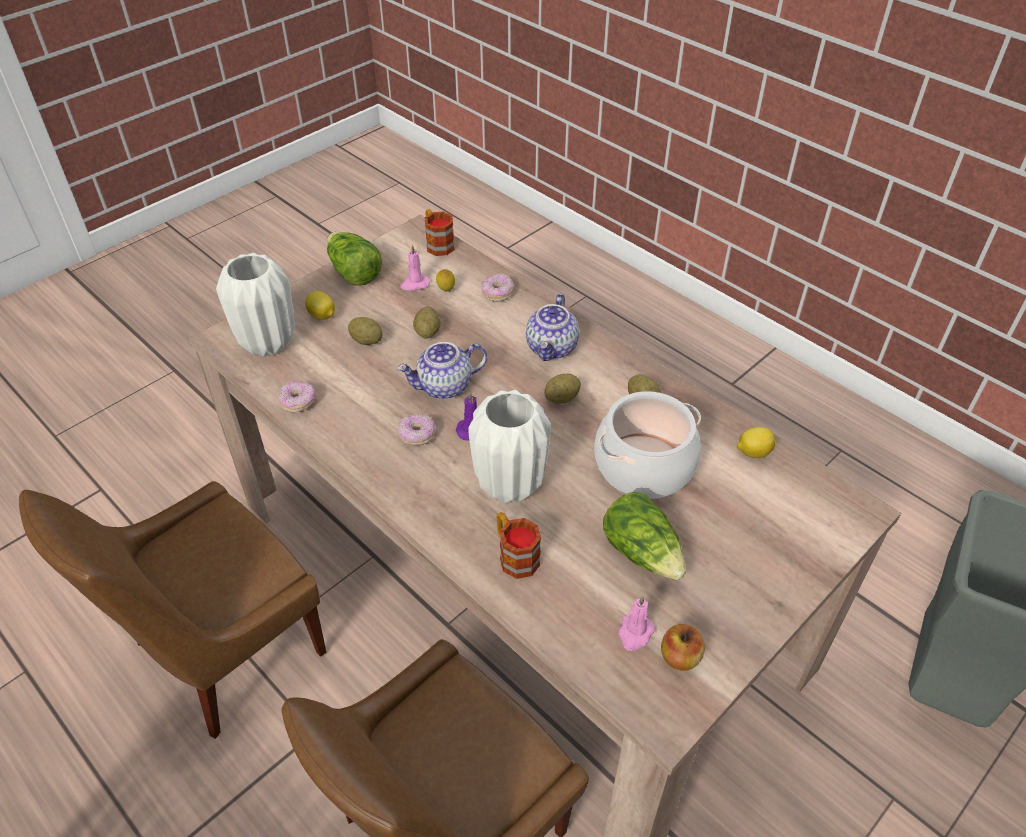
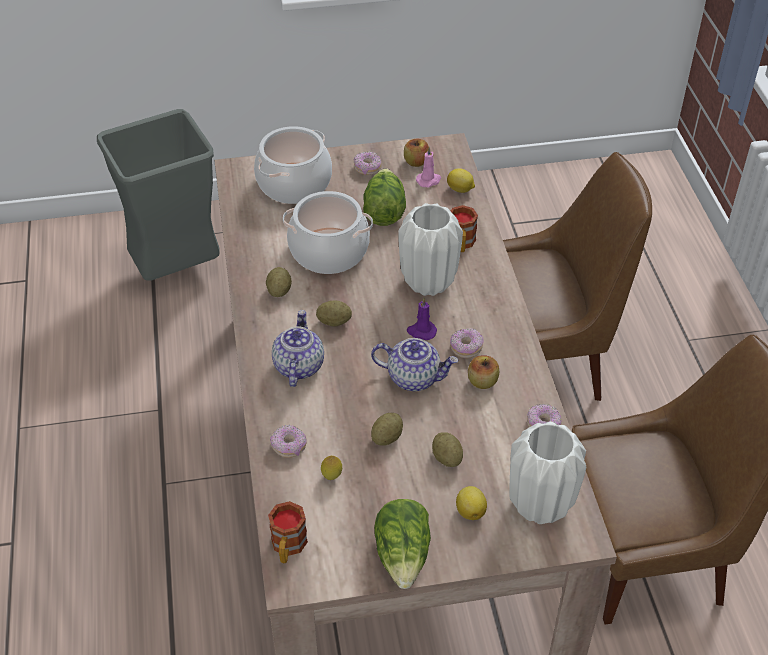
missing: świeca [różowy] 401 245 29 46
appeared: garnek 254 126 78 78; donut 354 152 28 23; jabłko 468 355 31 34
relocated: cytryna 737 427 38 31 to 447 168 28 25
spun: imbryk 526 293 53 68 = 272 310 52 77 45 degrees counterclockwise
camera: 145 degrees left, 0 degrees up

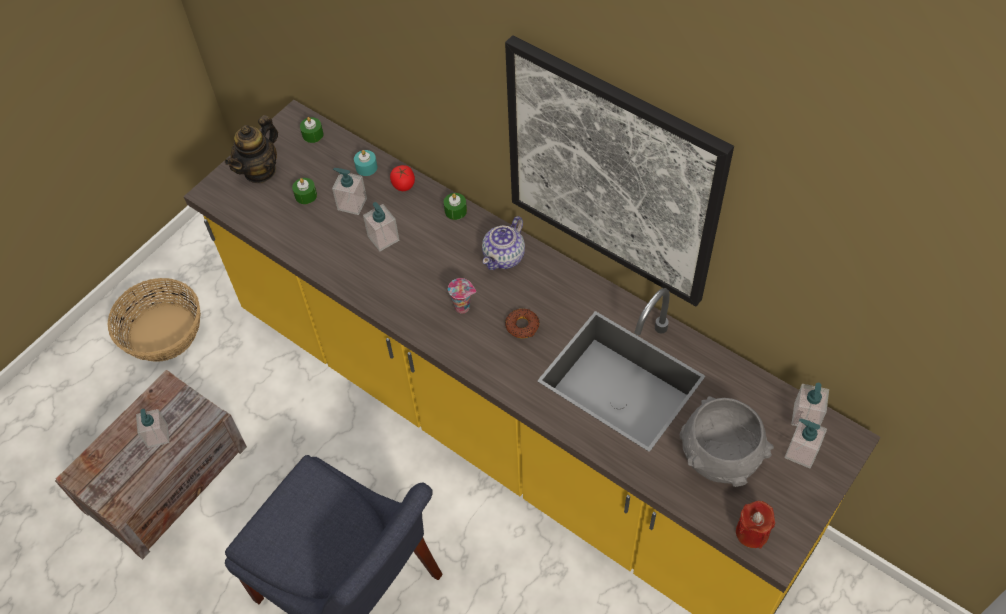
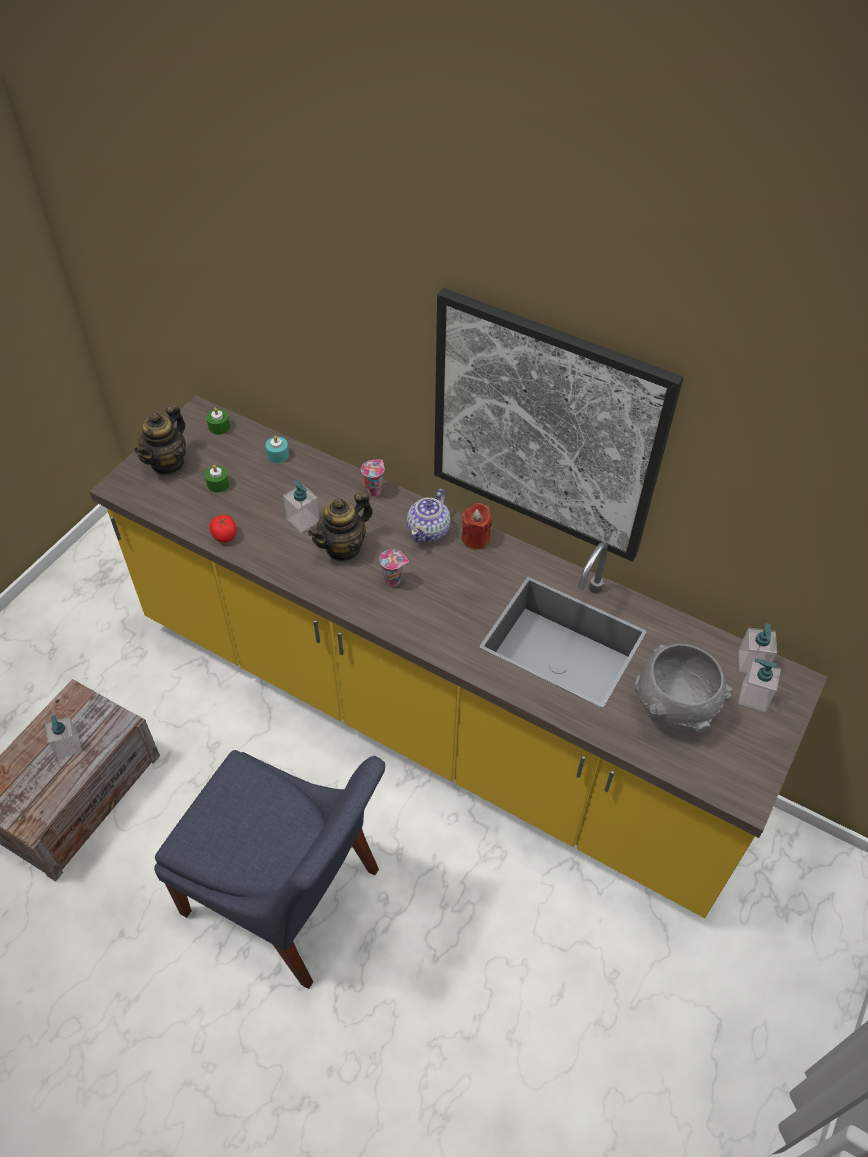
missing: koszyk 107 278 94 84; dozownik mydła 332 168 35 47; donut 505 309 34 29
appeared: imbryk 308 491 65 71
relocated: pomidor 390 165 25 26 to 210 515 27 28; świeca [czerwony] 736 501 39 48 to 462 503 30 46
exchanged: świeca [zielony] 444 193 23 27 to filiżanka 361 459 24 38
camera: 10 degrees left, 5 degrees down

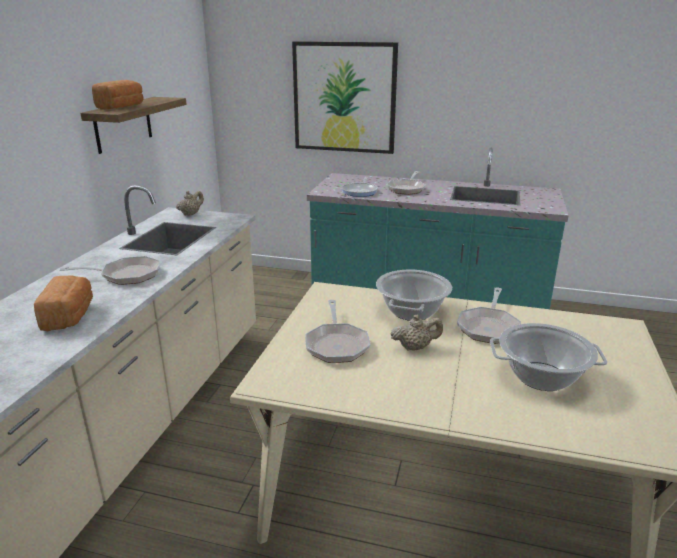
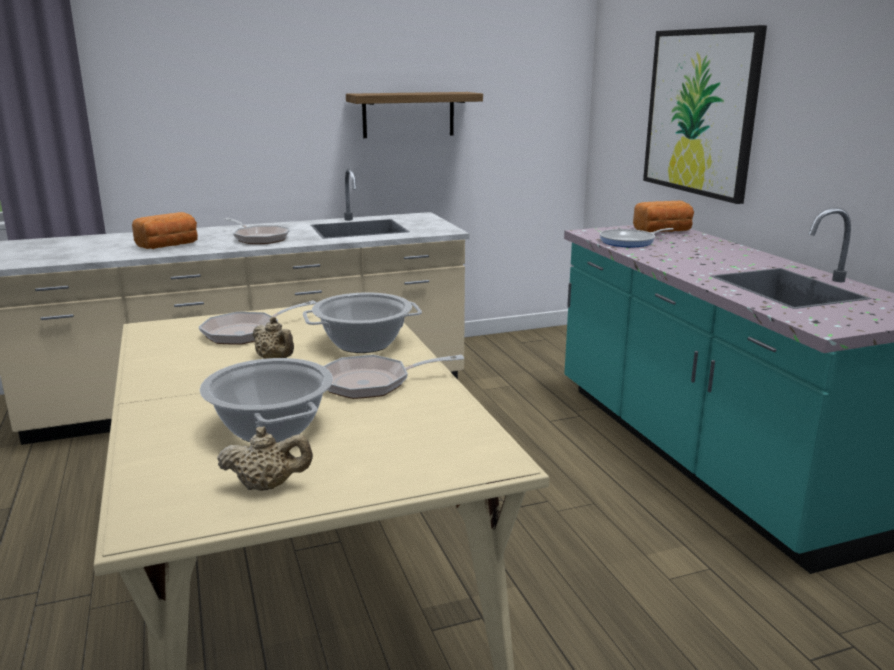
missing: patelnia 386 171 40 24
relocated: imbryk [beżowy] 176 191 28 25 to 217 426 96 65; chleb 92 80 52 29 to 633 201 61 31
camera: 55 degrees right, 5 degrees down

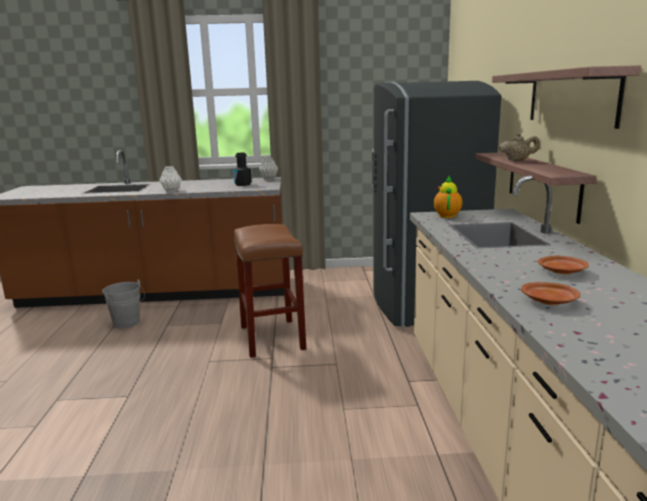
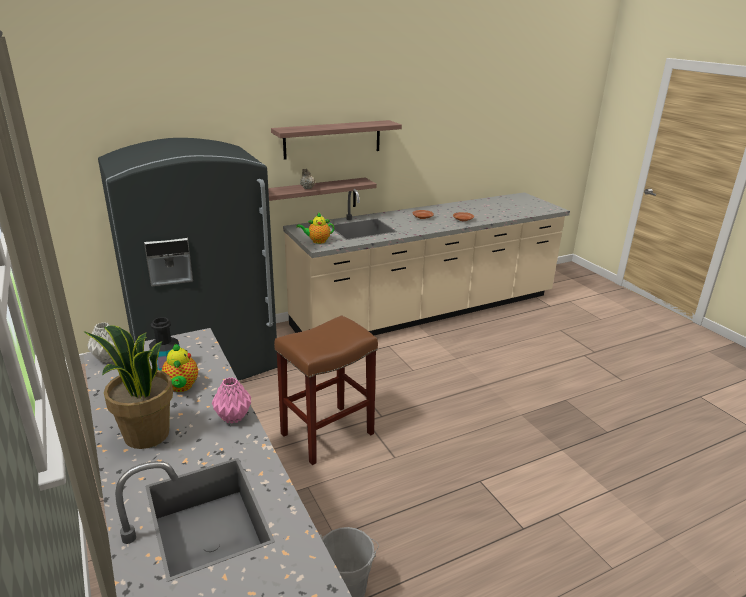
appeared: roślina doniczkowa 84 325 89 124; imbryk 161 344 37 48
colour: wazon [biały] 159 166 23 26 to wazon [różowy] 212 377 39 47
camera: 115 degrees left, 10 degrees up

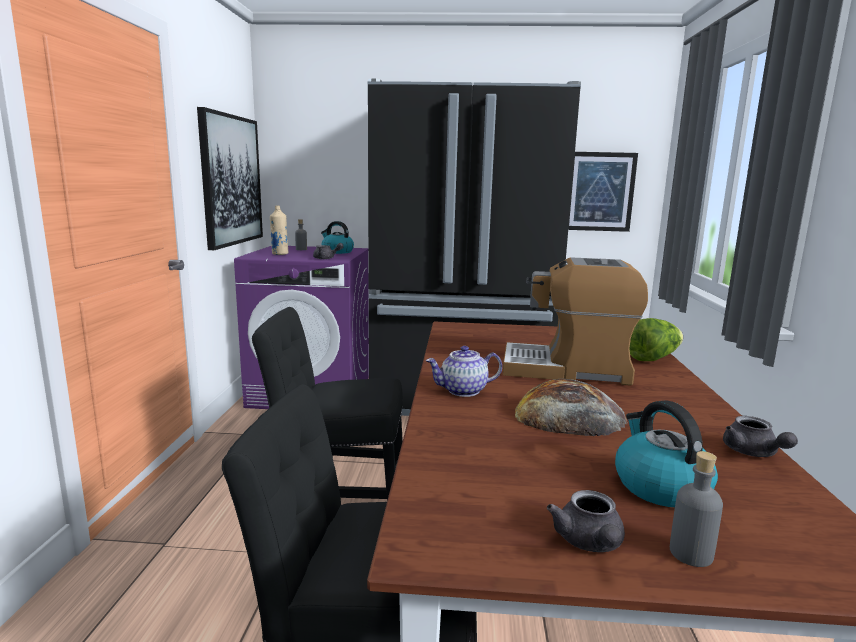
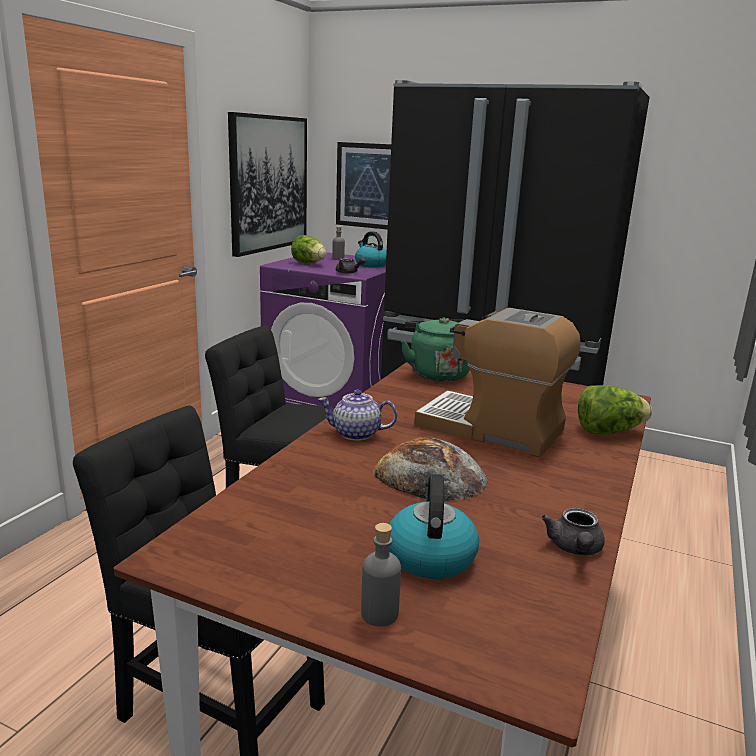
missing: imbryk [szary] 547 490 78 62
appeared: czajnik [zielony] 401 317 69 65
relocated: obraz 568 152 70 80 to 336 142 55 88
exchanged: butelka [beżowy] 270 206 19 49 to sałata 291 235 36 28
camera: 20 degrees right, 5 degrees up

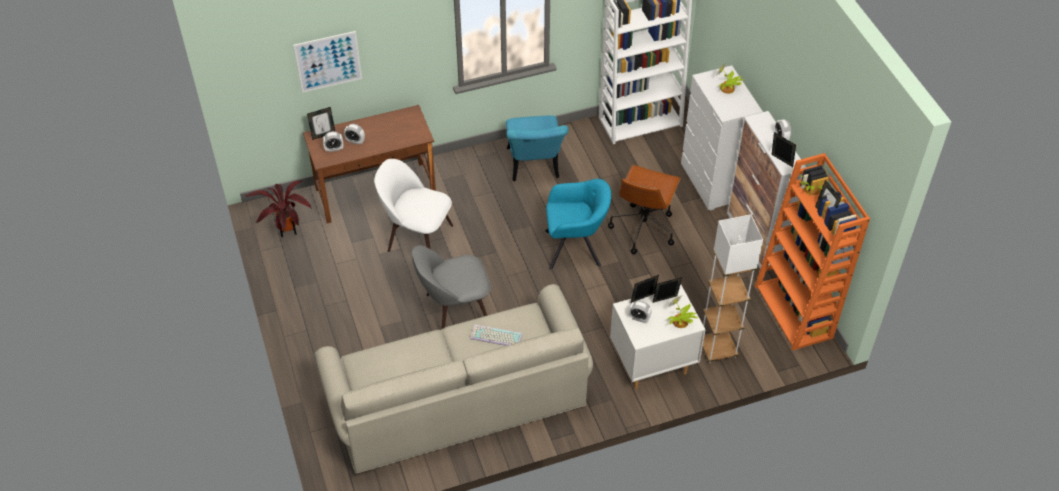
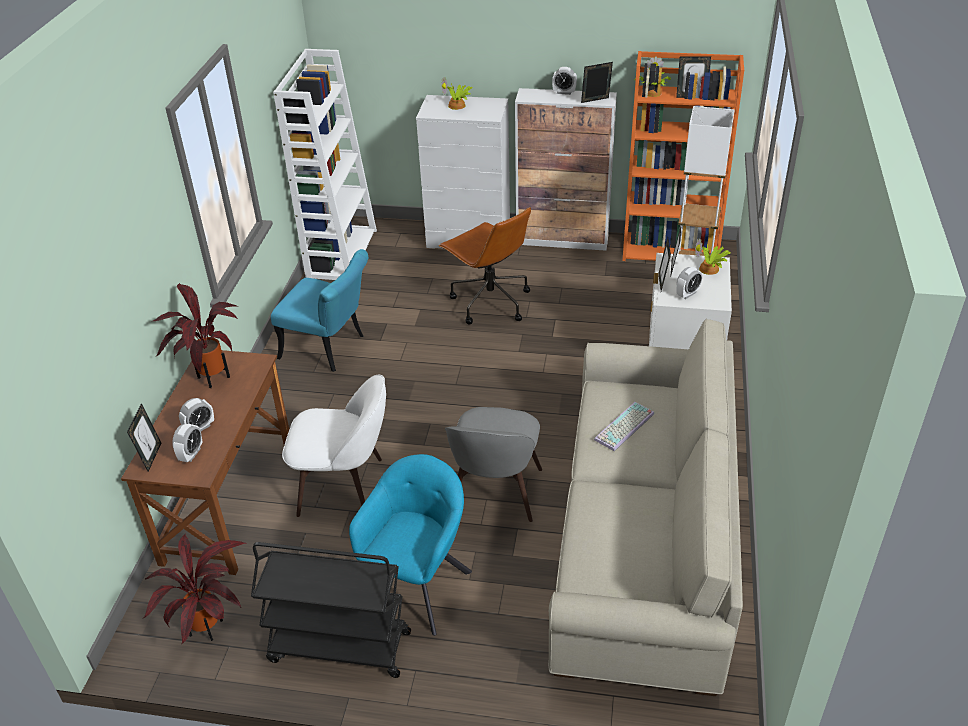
missing: obraz 293 31 69 62
appeared: roślina doniczkowa 153 283 86 105; wózek [czarny] 251 542 160 136
relocated: fotel [turkusowy] 545 179 66 91 to 349 454 123 182
spun: krzesło [biały] 374 159 79 93 = 282 375 104 142 135 degrees counterclockwise
camera: 60 degrees left, 10 degrees down

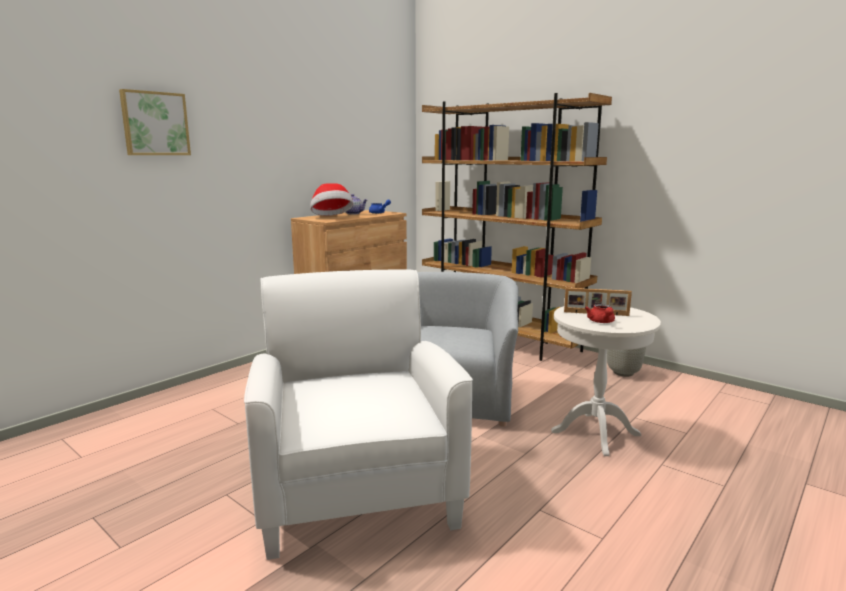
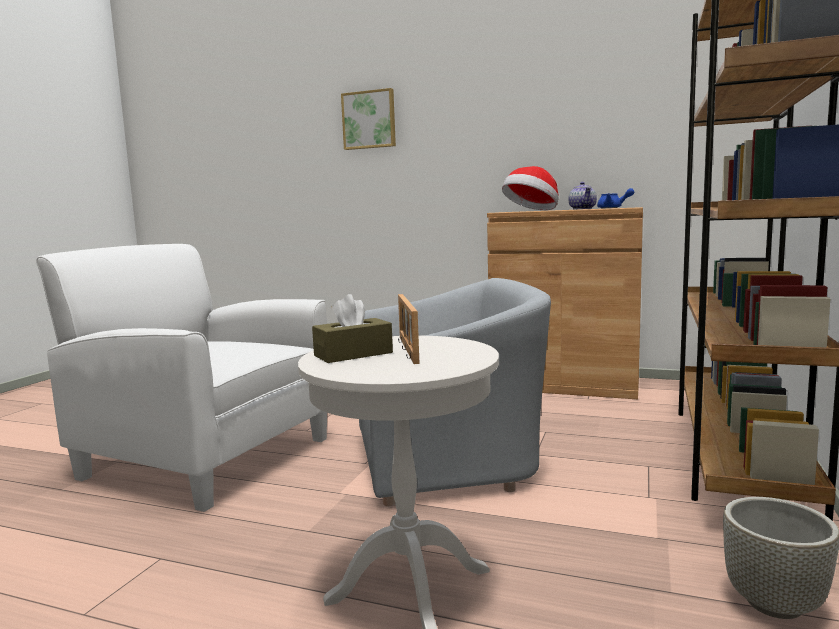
exchanged: imbryk [czerwony] 585 304 30 19 to pudełko chusteczek [brązowy] 312 294 81 69
spun: fotel [biały] 244 270 229 290 = 36 244 291 268 120 degrees counterclockwise
camera: 70 degrees right, 5 degrees down

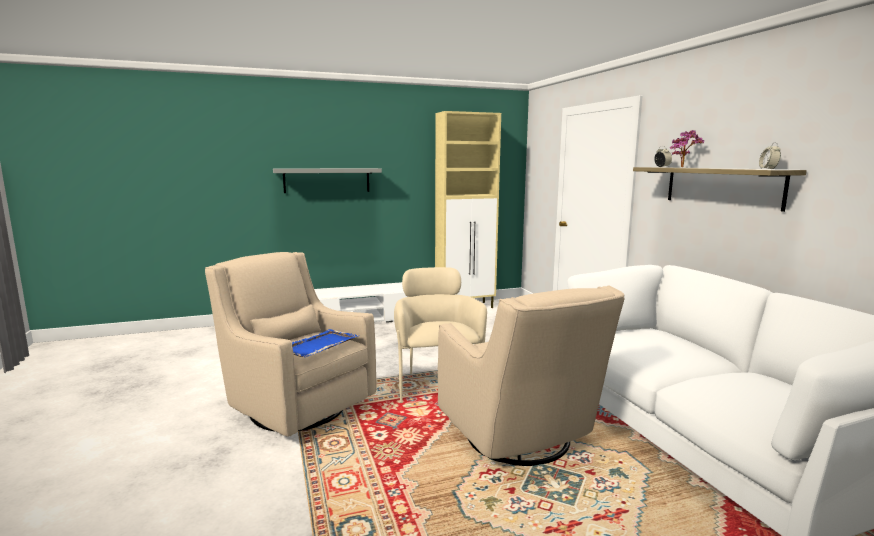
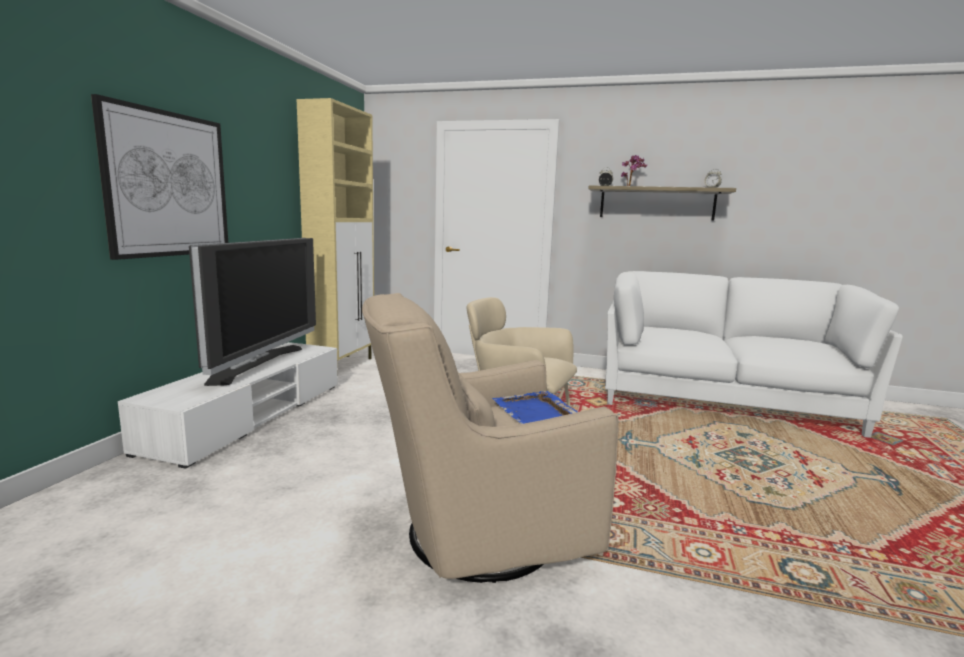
missing: fotel [beżowy] 438 285 186 181
appeared: telewizor 189 238 127 148
exchanged: półka [szary] 273 168 109 25 to obraz 91 94 137 166
camera: 55 degrees left, 0 degrees up

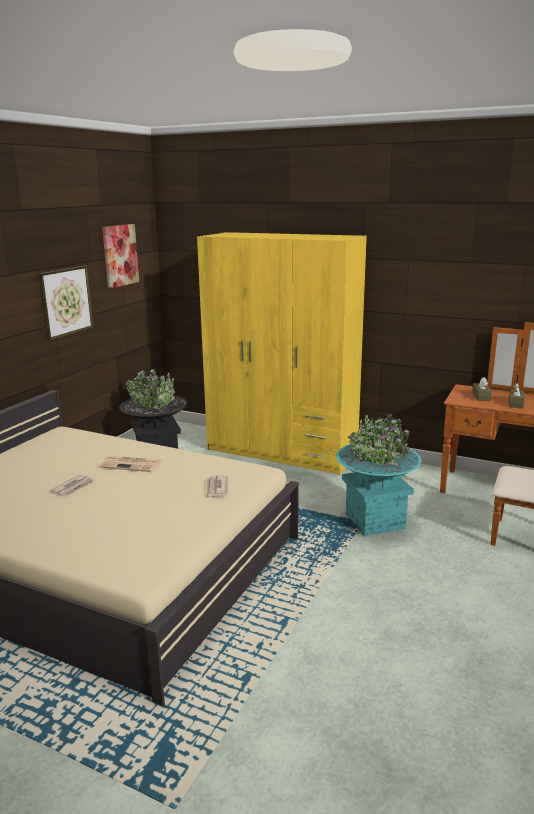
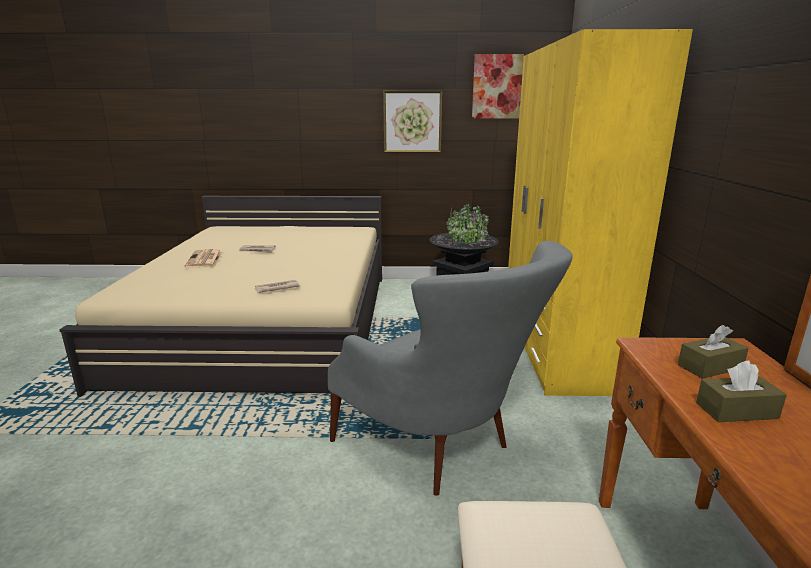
relocated: gazeta 99 456 63 16 to 184 249 38 19
exchanged: donica [turkusowy] 336 414 86 122 to fotel [szary] 328 241 245 254
camera: 65 degrees right, 0 degrees up

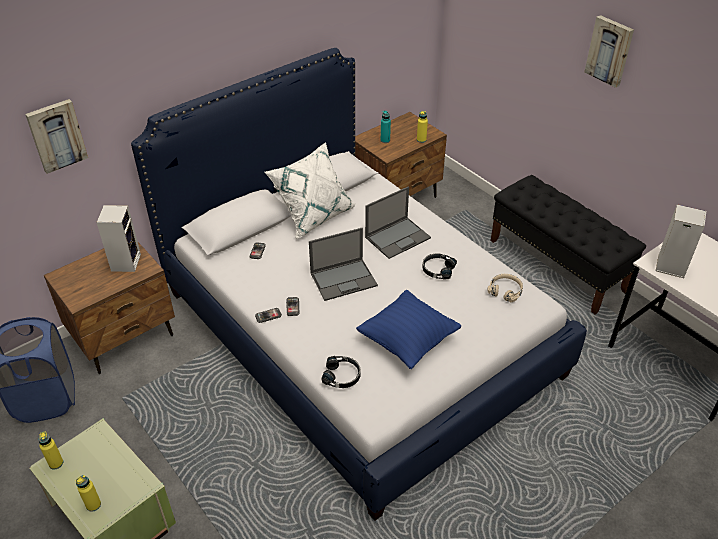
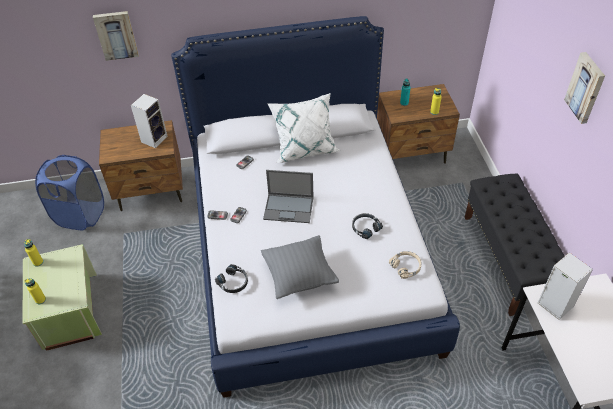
missing: laptop 365 186 66 73
colour: poduszka [niebieski] 356 290 105 79 to poduszka [szary] 261 235 78 64
camera: 30 degrees right, 5 degrees up

